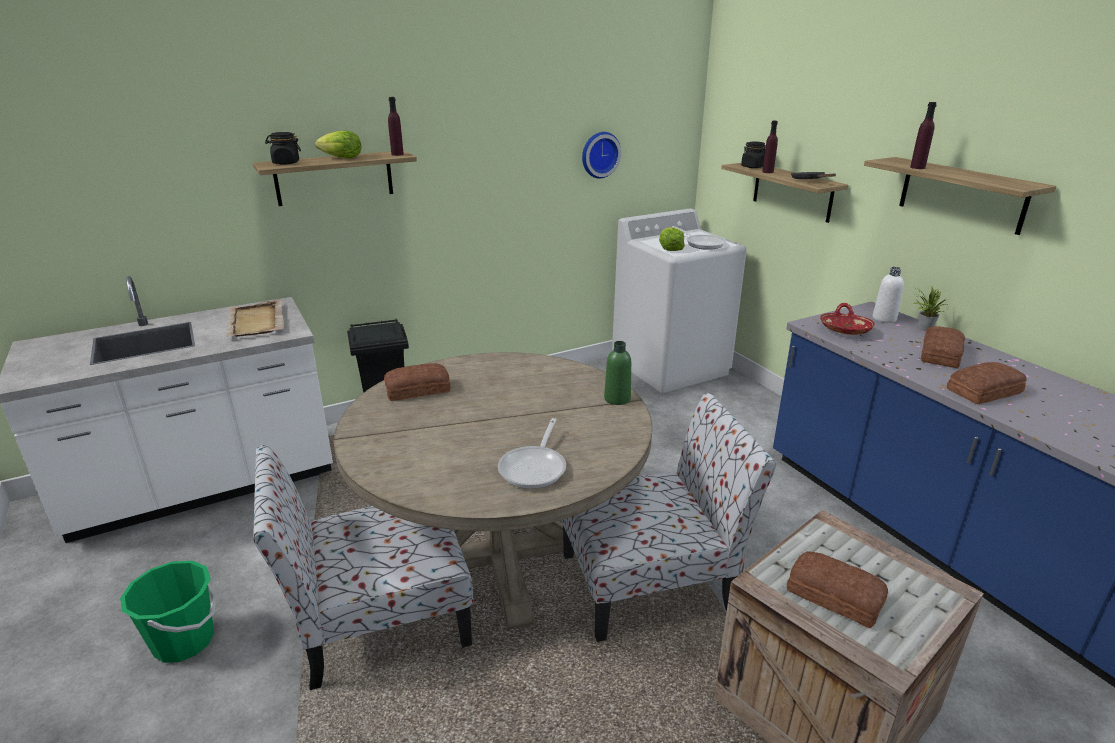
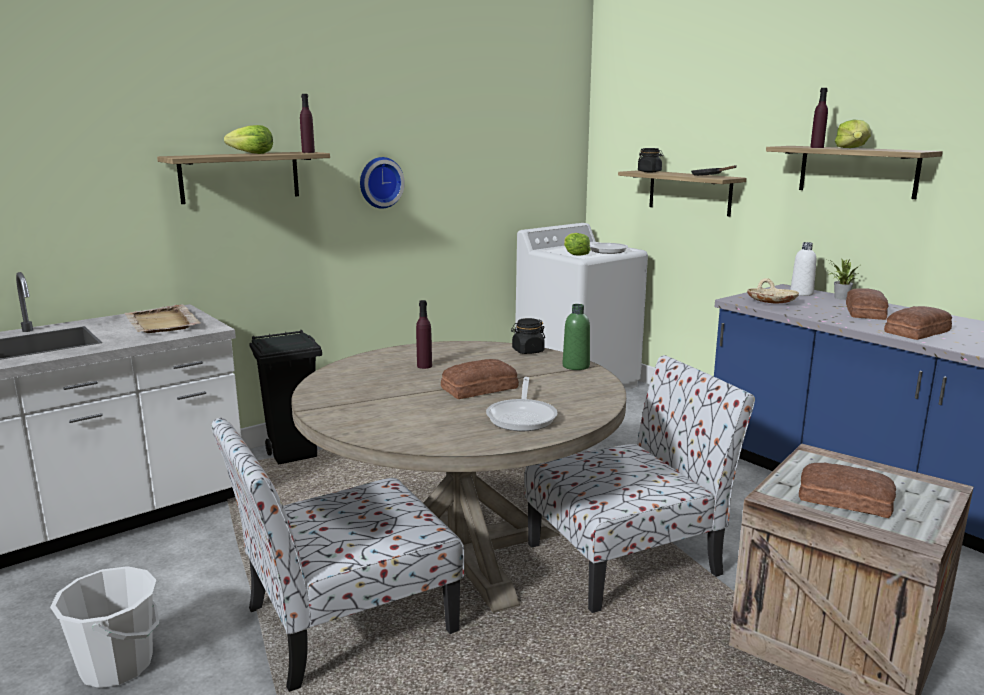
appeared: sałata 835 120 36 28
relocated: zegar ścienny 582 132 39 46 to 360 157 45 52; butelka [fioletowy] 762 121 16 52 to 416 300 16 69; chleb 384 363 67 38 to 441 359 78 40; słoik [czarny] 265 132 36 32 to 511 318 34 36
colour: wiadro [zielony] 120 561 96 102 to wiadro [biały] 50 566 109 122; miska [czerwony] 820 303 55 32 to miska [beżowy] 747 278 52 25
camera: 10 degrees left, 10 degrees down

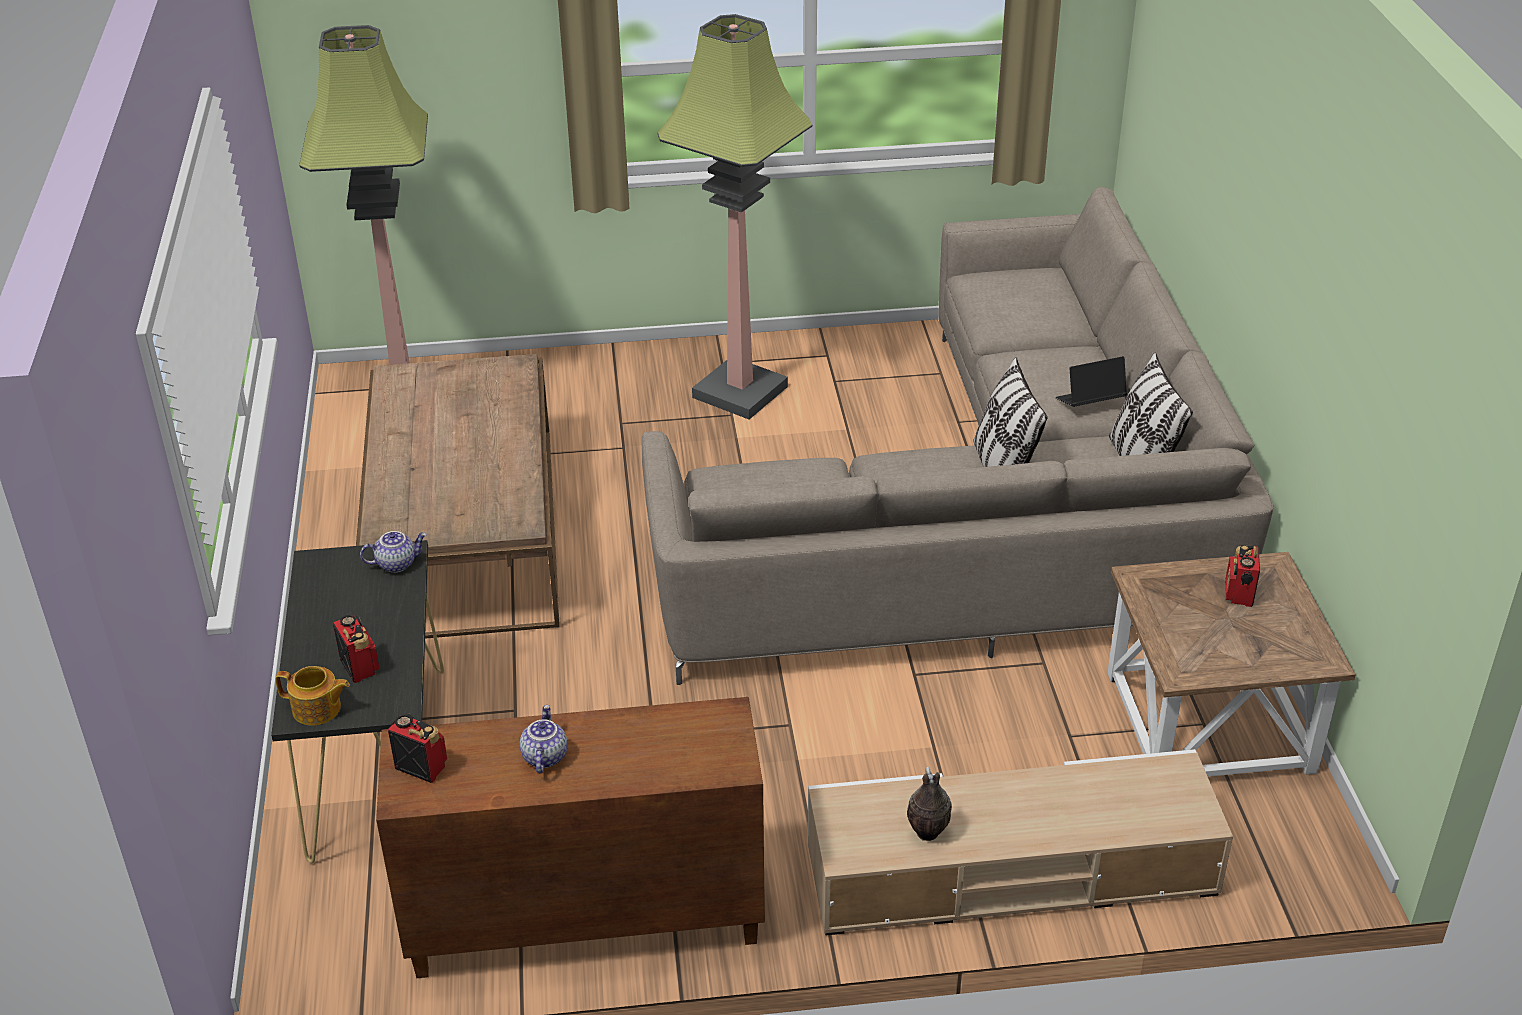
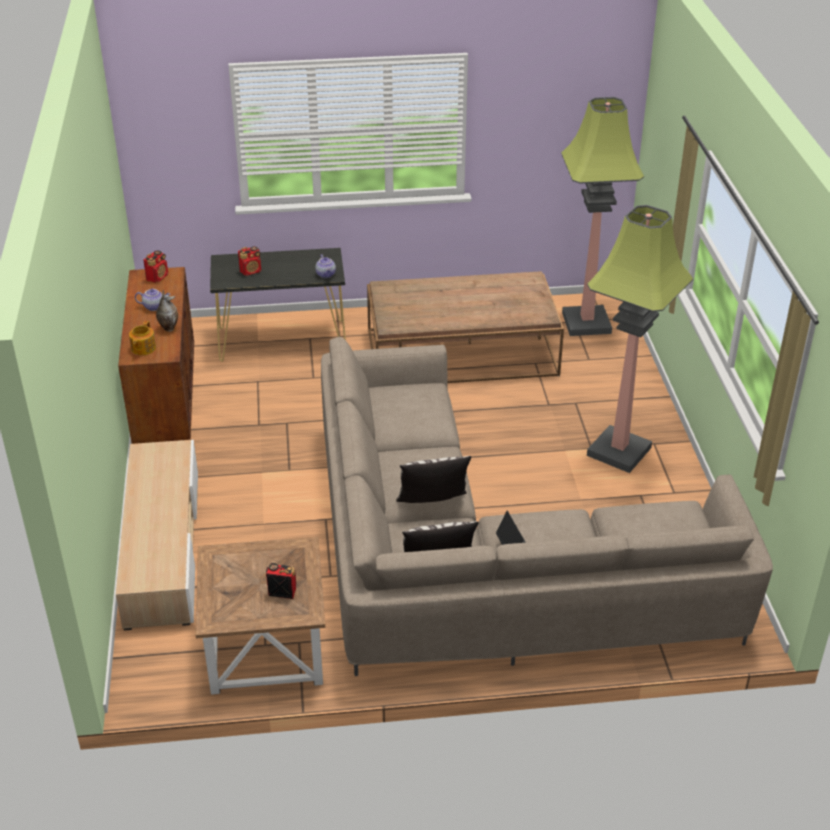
relocated: imbryk 275 666 75 60 to 129 321 27 34; wazon 907 767 45 74 to 156 290 22 42
camera: 90 degrees right, 0 degrees up

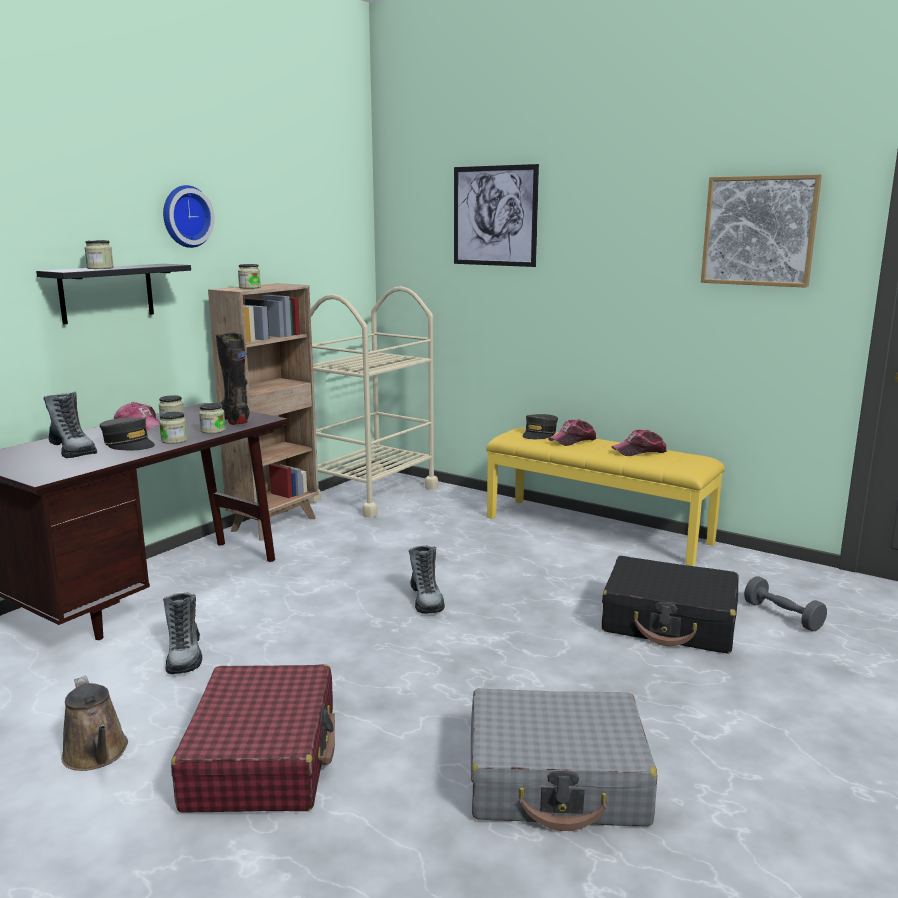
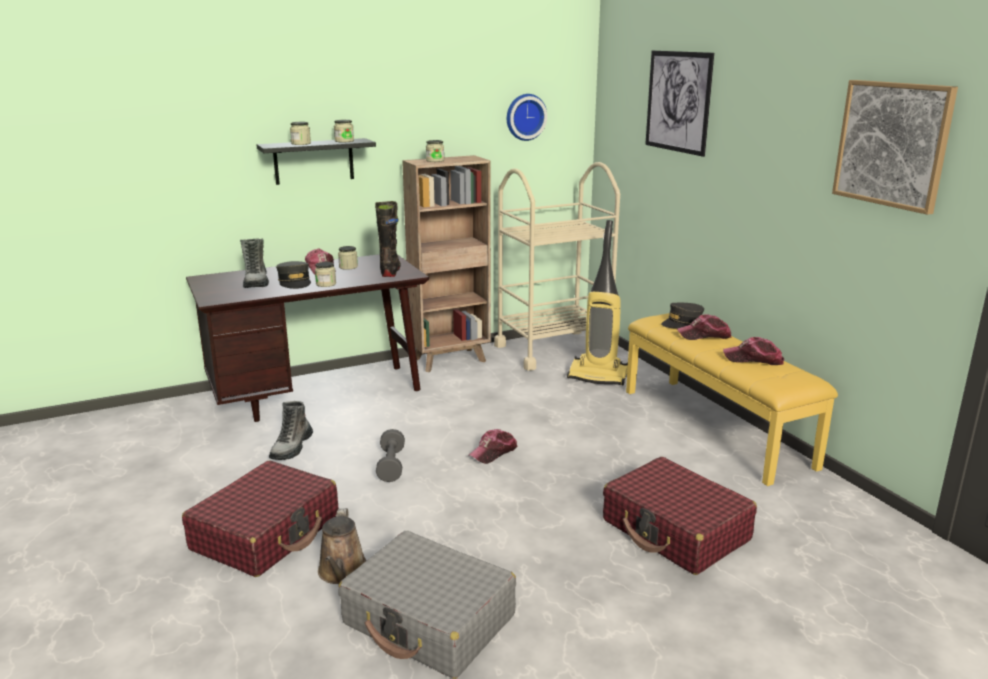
appeared: odkurzacz 567 220 61 165
relocated: konewka [brązowy] 61 676 67 95 to 318 508 49 76; słoik 199 403 27 31 to 334 120 20 22; hantel [szary] 744 576 83 56 to 376 429 29 53; zegar ścienny 163 185 52 63 to 507 94 40 47
exchanged: but z cholewką 409 545 36 69 to czapka z daszkiem 469 429 48 35
colour: walizka [czarny] 602 556 137 98 to walizka [czerwony] 603 457 154 118
camera: 30 degrees right, 5 degrees up

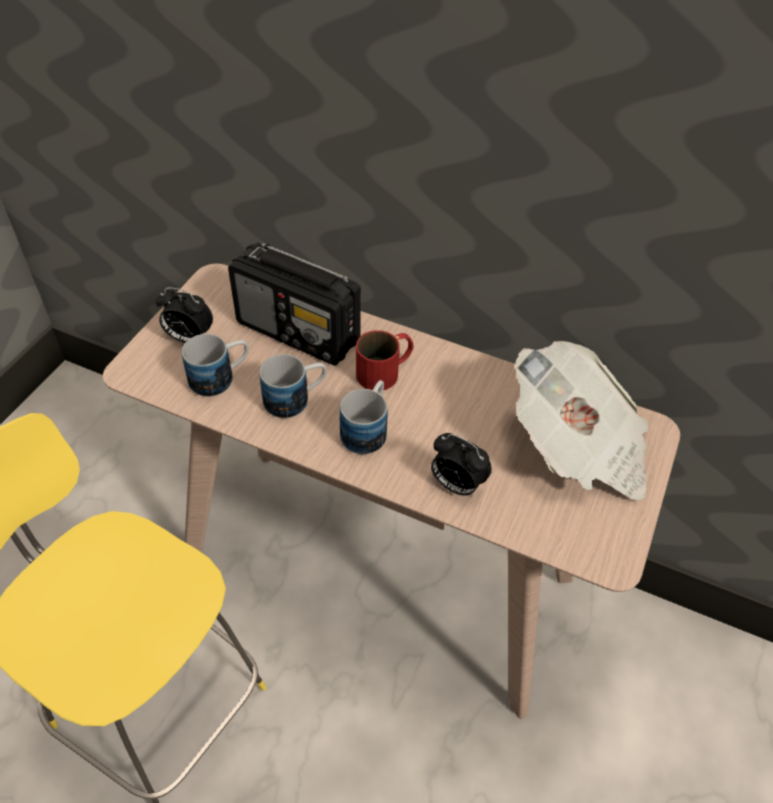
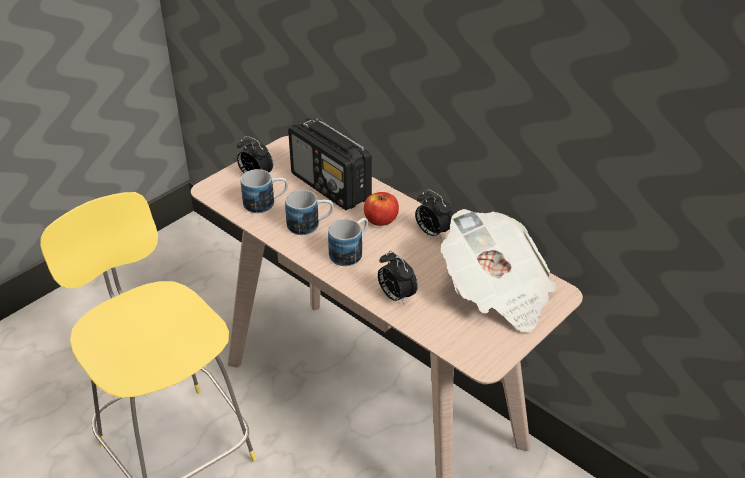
appeared: budzik 415 189 38 51
exchanged: kubek [czerwony] 356 330 58 61 to jabłko 364 192 35 34
camera: 20 degrees right, 10 degrees down

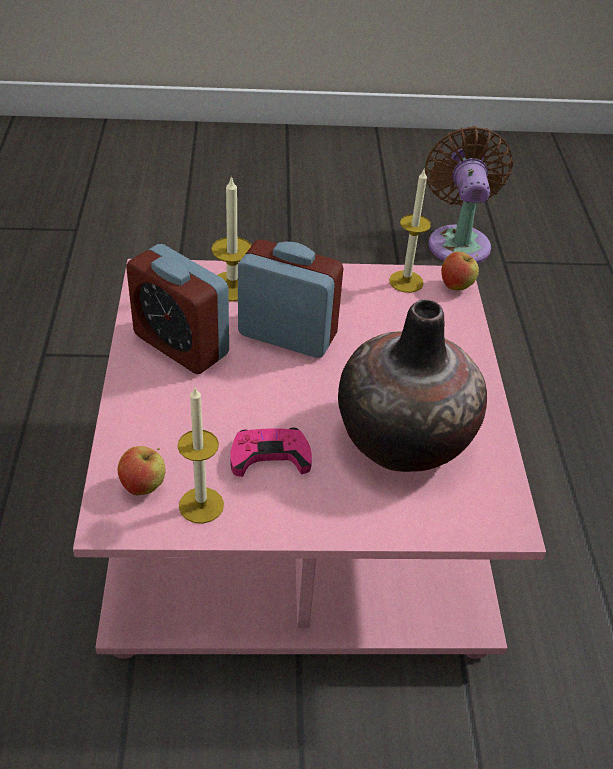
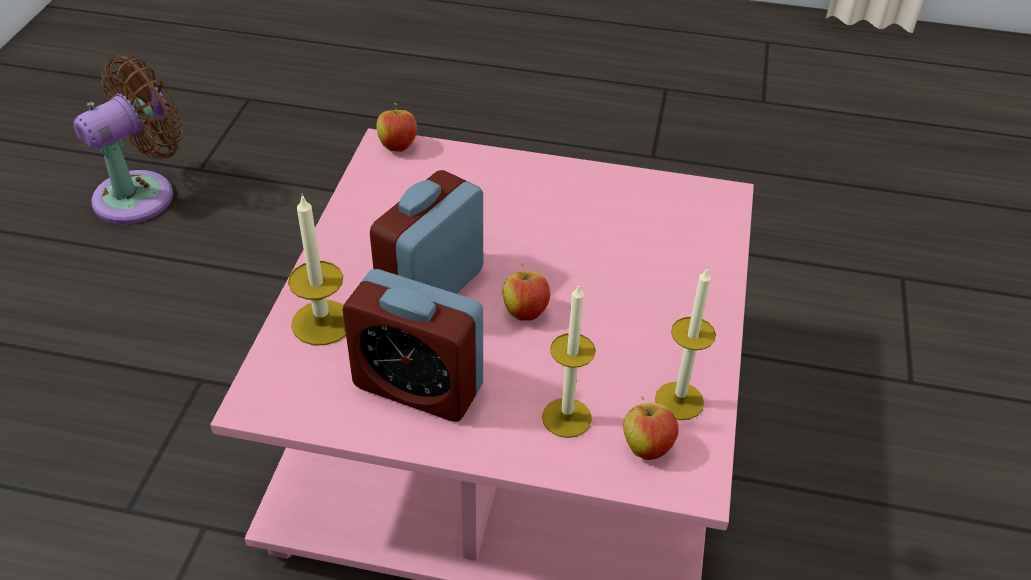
missing: pad do gier [różowy] 230 427 82 50; wazon 338 299 149 173
appeared: jabłko 502 264 48 57
relocated: świeca 389 170 42 123 to 542 284 54 154
spun: wentylator [brązowy] 424 126 89 138 = 73 55 110 169 120 degrees clockwise; budzik 126 244 103 130 = 343 269 140 153 60 degrees clockwise
camera: 75 degrees left, 0 degrees up

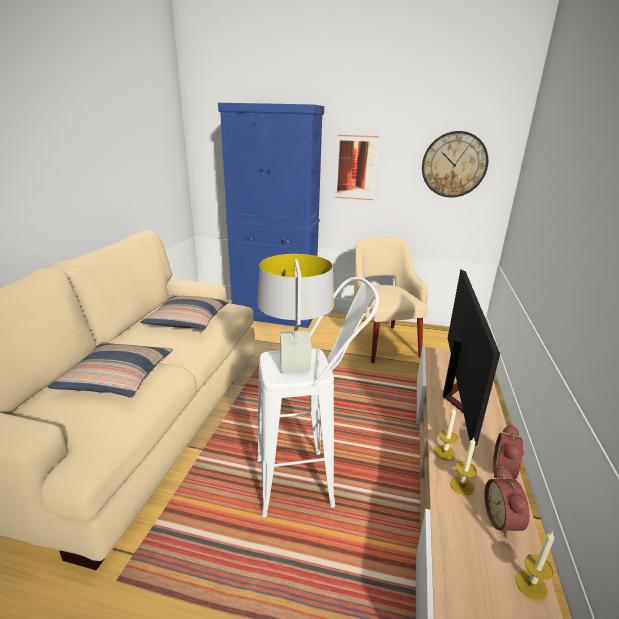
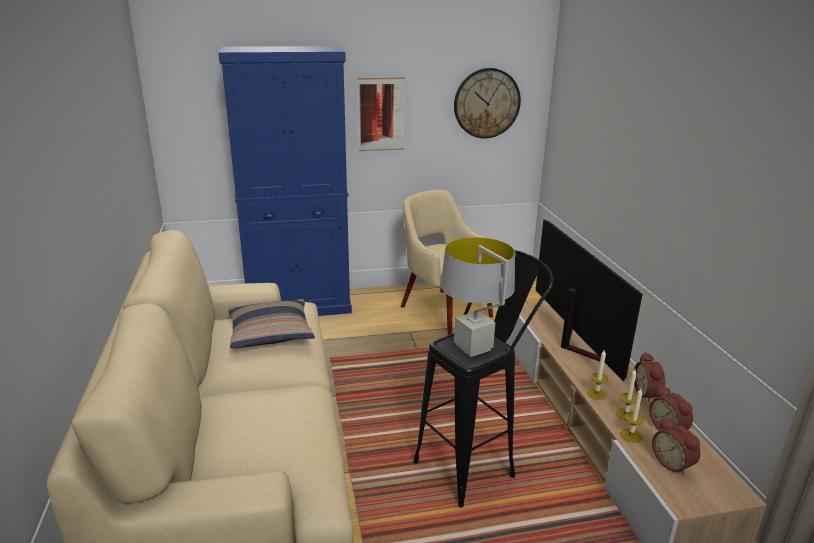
missing: poduszka 48 342 125 56
appeared: budzik 652 417 49 59
relocated: świeca 515 531 39 70 to 620 388 25 55
colour: stołek [biały] 257 277 122 241 to stołek [czarny] 413 250 141 258
camera: 25 degrees left, 0 degrees up

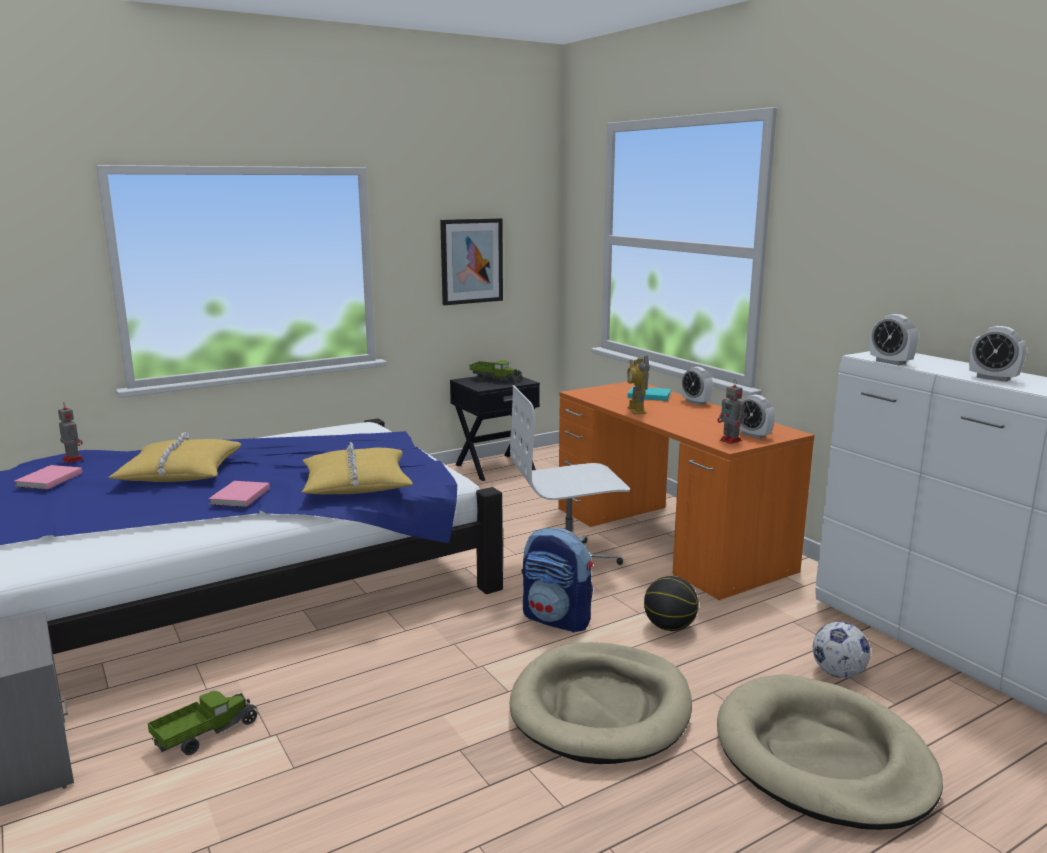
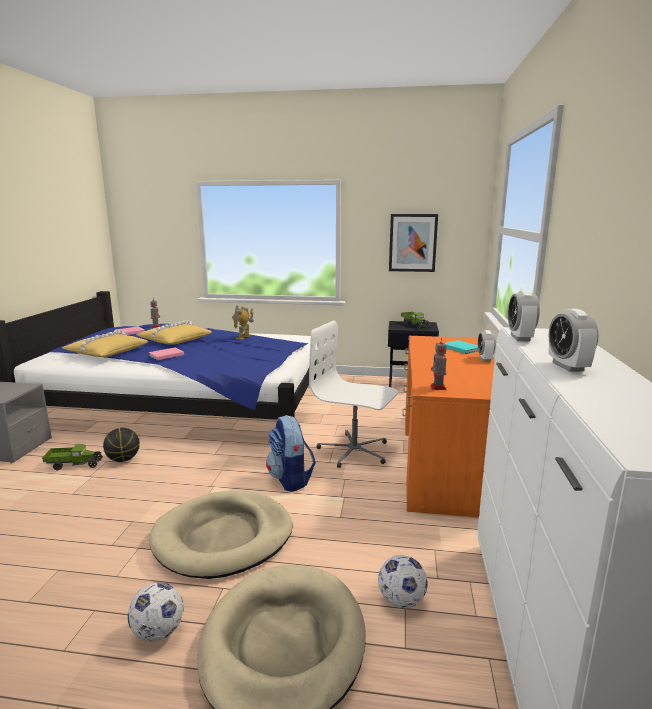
missing: budzik 739 394 36 45
appeared: piłka futbolowa 128 583 56 59
relocated: poduszka [żółty] 302 442 111 52 to 62 330 86 27; piłka do koszykówki 644 576 55 55 to 103 428 37 34; robot zabawkowy 627 356 23 58 to 232 305 22 35
camera: 40 degrees right, 0 degrees up

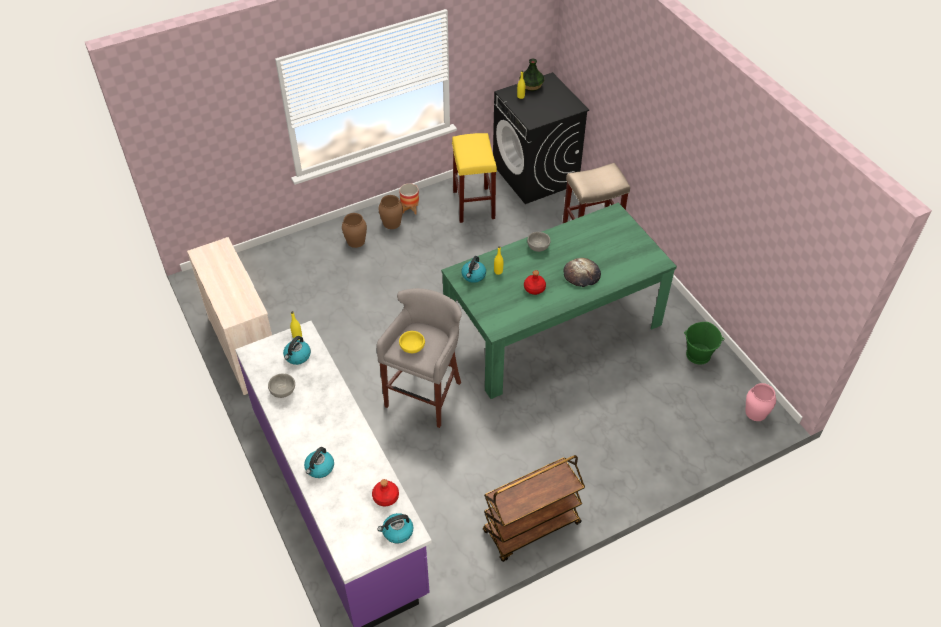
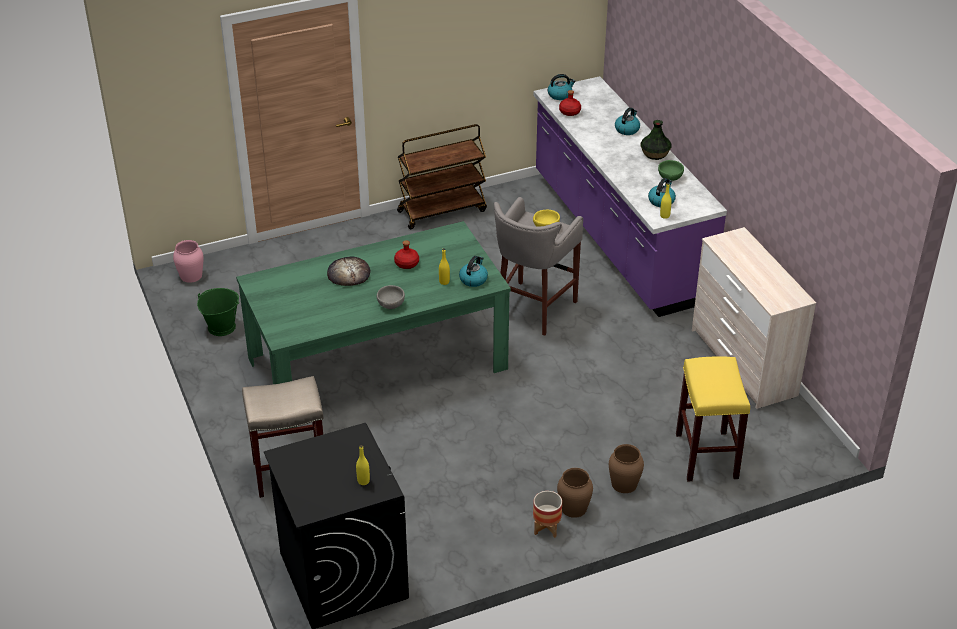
relocated: wazon 519 59 25 32 to 640 120 31 40; stołek [żółty] 452 133 45 90 to 676 356 74 126
colour: miska [szary] 268 374 27 24 to miska [zielony] 658 160 26 21
camera: 175 degrees left, 10 degrees down

